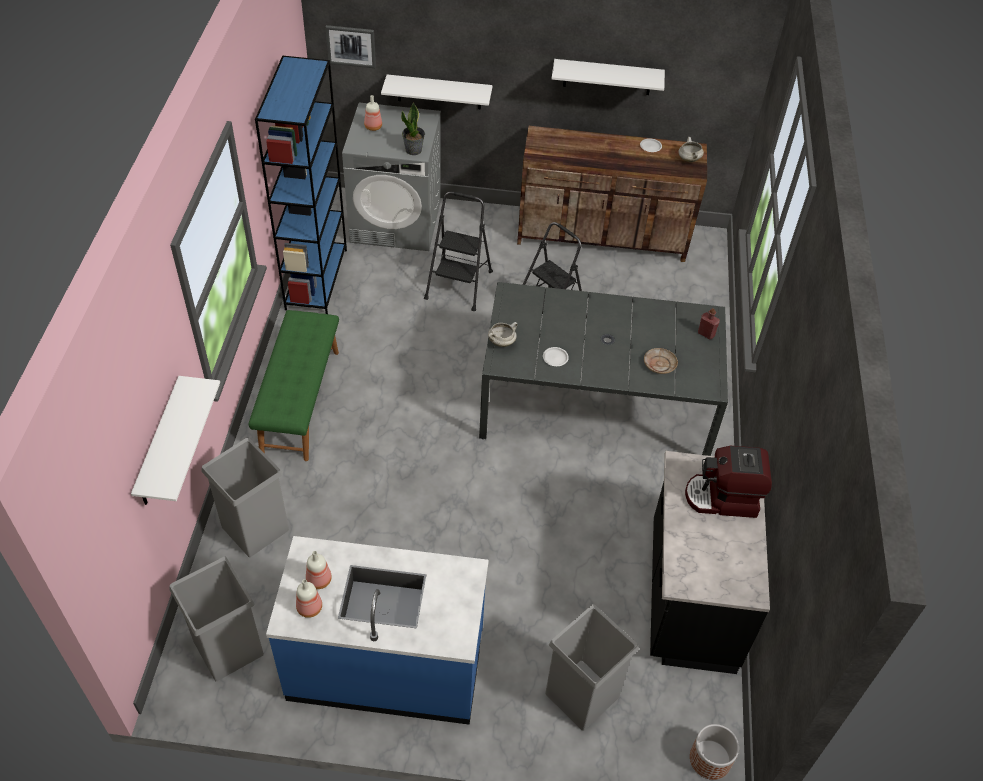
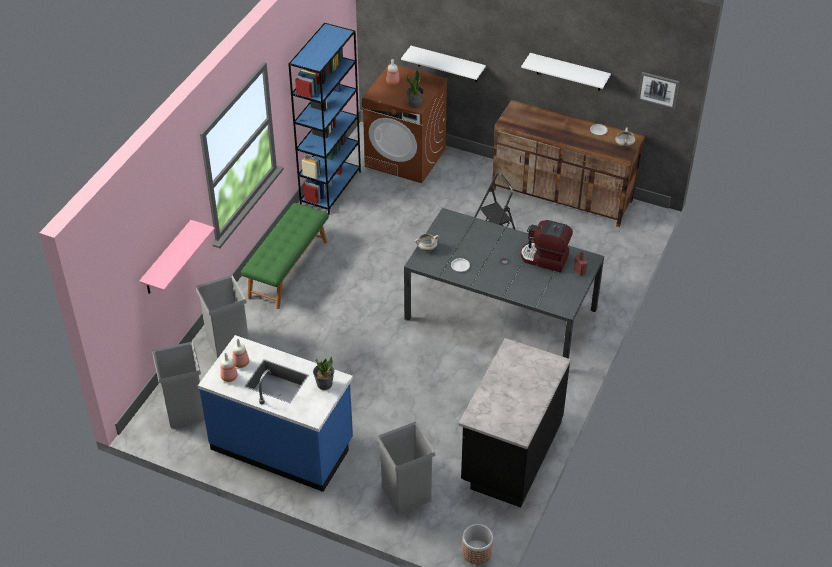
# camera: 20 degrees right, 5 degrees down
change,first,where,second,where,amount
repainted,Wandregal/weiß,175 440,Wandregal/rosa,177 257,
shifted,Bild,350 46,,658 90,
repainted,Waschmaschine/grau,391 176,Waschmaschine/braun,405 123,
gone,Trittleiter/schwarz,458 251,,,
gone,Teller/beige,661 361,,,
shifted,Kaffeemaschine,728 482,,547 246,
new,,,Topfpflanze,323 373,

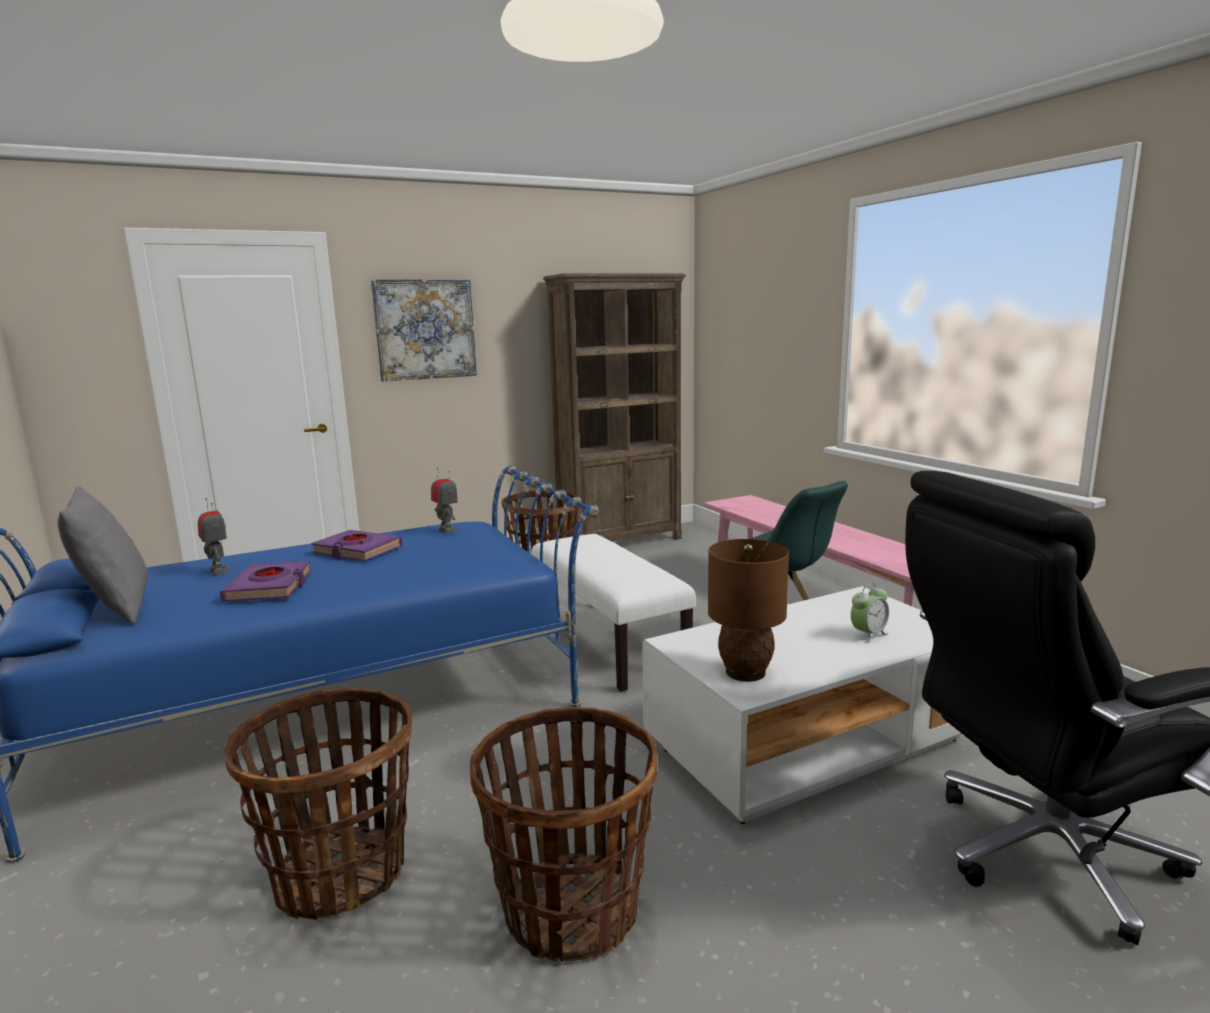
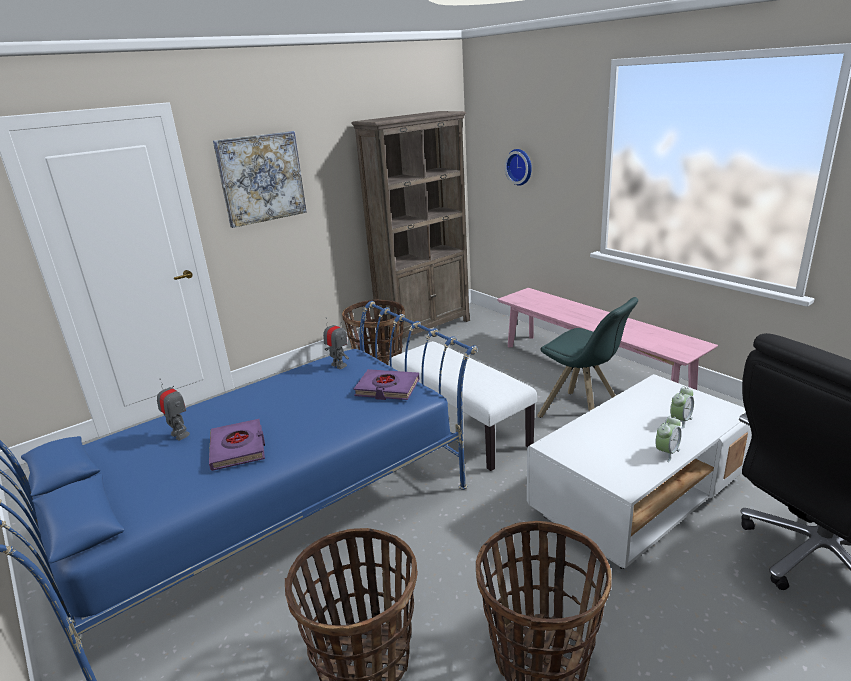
# camera: 10 degrees left, 10 degrees up
change,first,where,second,where,amount
gone,Kissen/grau,102 555,,,
shifted,Buch/lila,357 545,,387 384,
gone,Tischlampe/braun,748 610,,,
new,,,Wanduhr,518 167,
new,,,Wecker,668 439,

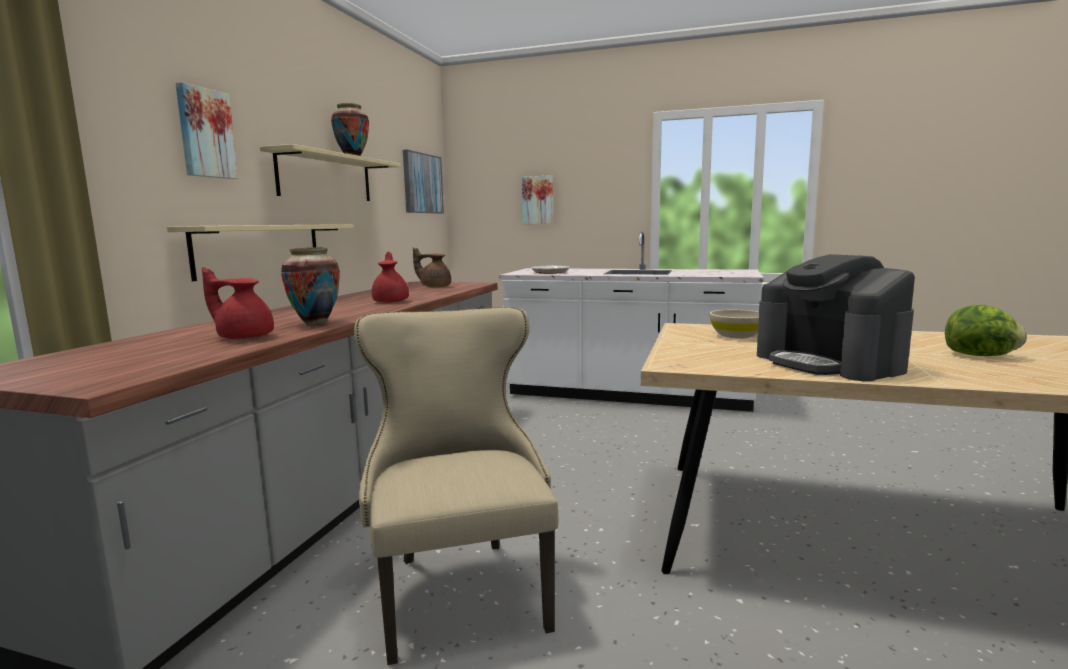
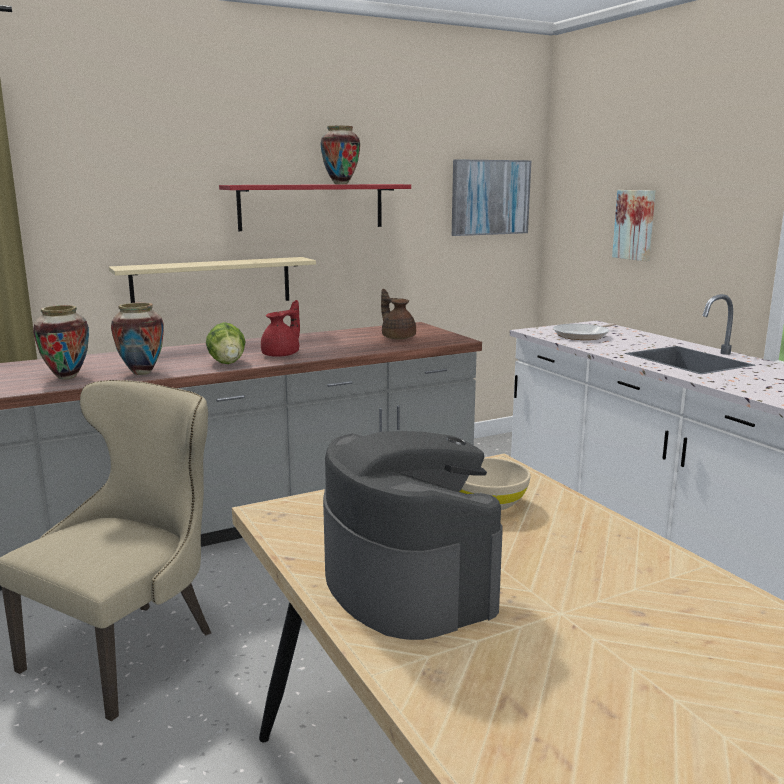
# camera: 45 degrees right, 5 degrees up
change,first,where,second,where,amount
gone,Bild,206 130,,,
swapped,Teekanne/rot,238 303,Vase,61 342,
repainted,Wandregal/beige,330 172,Wandregal/rot,315 207,
rotated,Kaffeemaschine,836 317,,413 535,135 degrees clockwise
shifted,Salatkopf,986 330,,226 343,

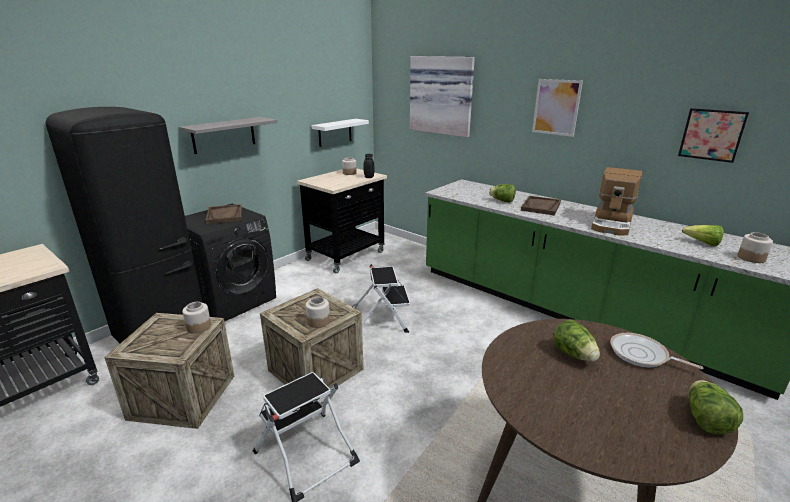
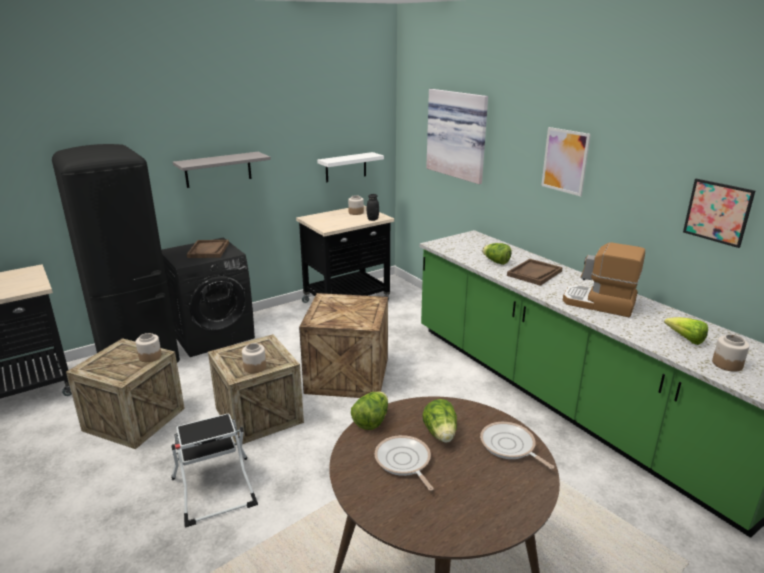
# camera: 15 degrees right, 0 degrees up
change,first,where,second,where,amount
swapped,Trittleiter,381 298,Kiste,343 345,
rotated,Kaffeemaschine,616 201,,604 280,75 degrees clockwise
shifted,Salatkopf,716 407,,369 410,
new,,,Pfanne,404 463,

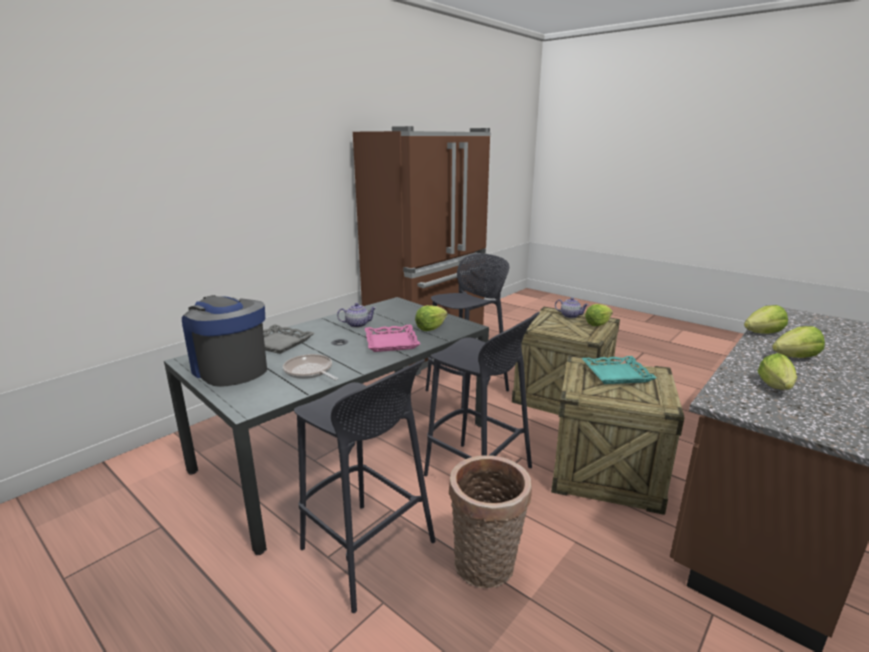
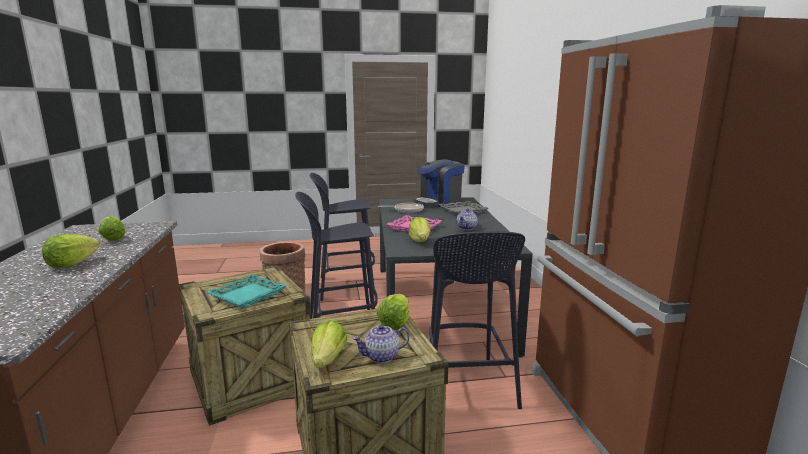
# camera: 130 degrees right, 5 degrees down
change,first,where,second,where,amount
rotated,Kaffeemaschine,224 341,,439 183,150 degrees clockwise
shifted,Salatkopf,766 319,,393 312,

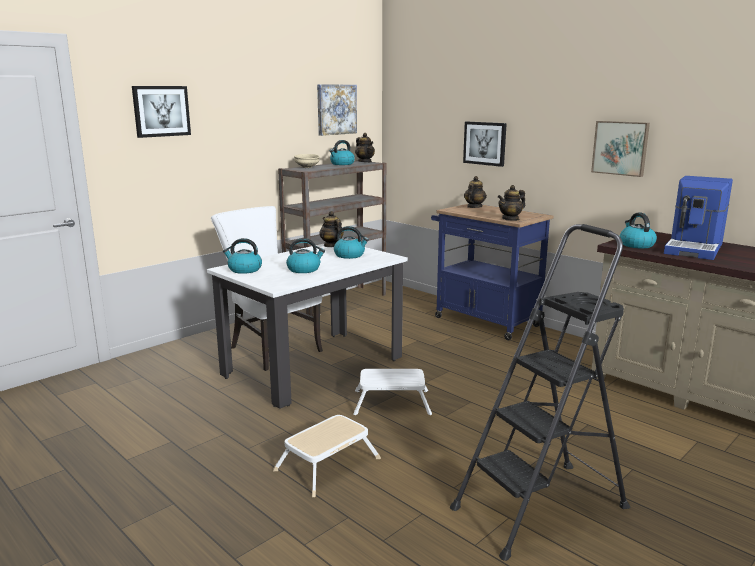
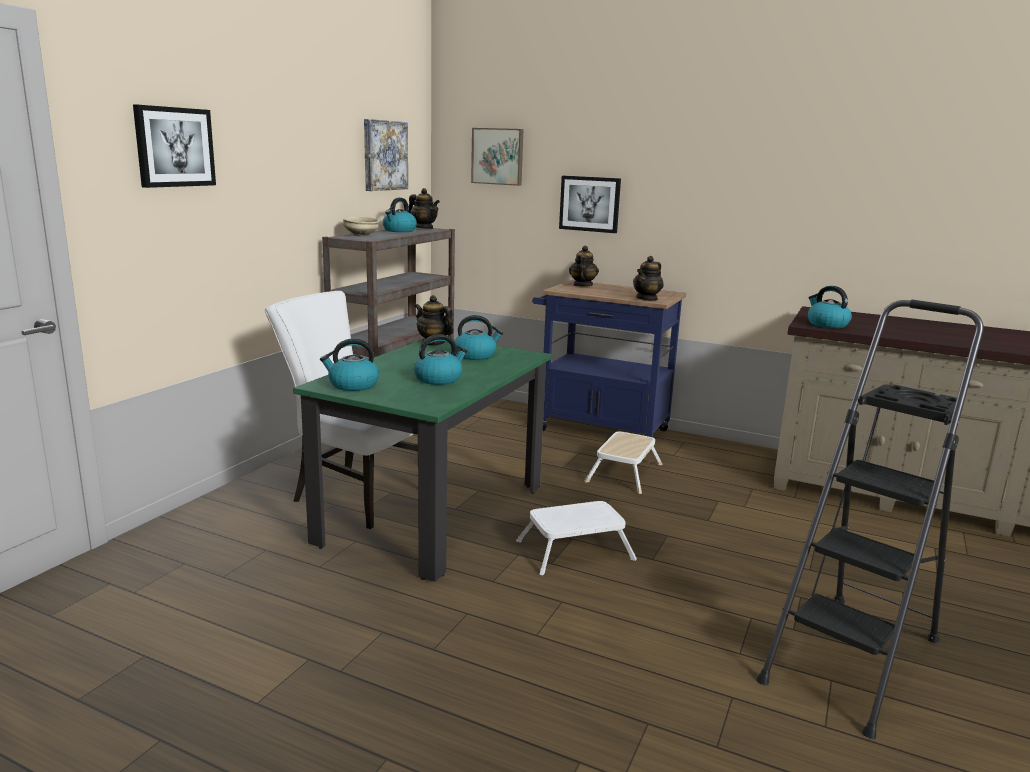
# camera: 20 degrees left, 0 degrees up
change,first,where,second,where,amount
repainted,Esstisch/weiß,307 326,Esstisch/grün,422 460,
shifted,Trittleiter/beige,327 456,,624 463,
shifted,Bild,620 149,,497 157,
gone,Kaffeemaschine,698 218,,,

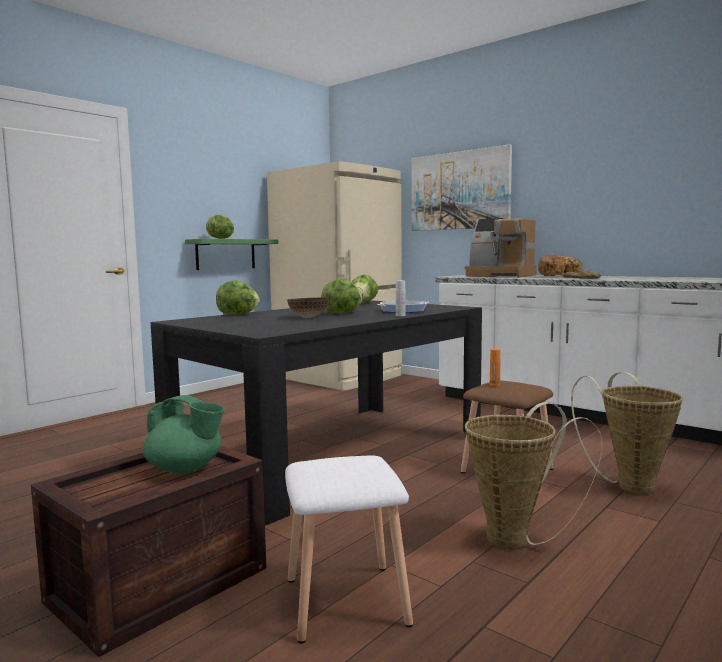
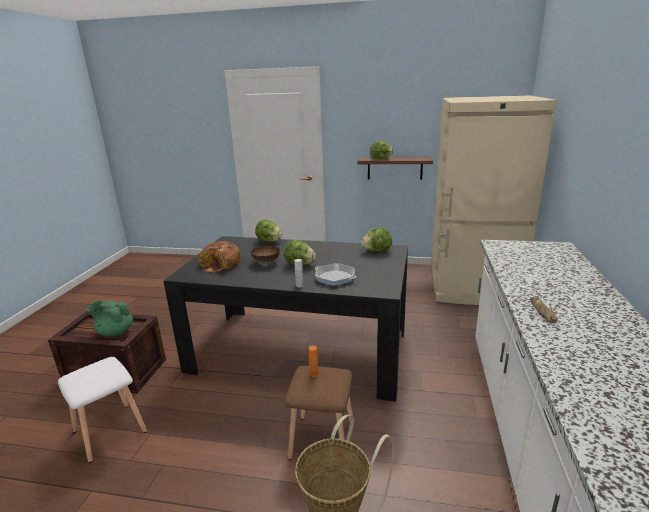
# camera: 60 degrees right, 15 degrees up
change,first,where,second,where,amount
rotated,Teekanne/grün,184 434,,110 319,105 degrees clockwise
repainted,Wandregal/grün,231 254,Wandregal/braun,395 168,
gone,Bild,461 187,,,
gone,Kaffeemaschine,501 248,,,
gone,Korb,533 476,,,
shifted,Brot,563 265,,220 257,

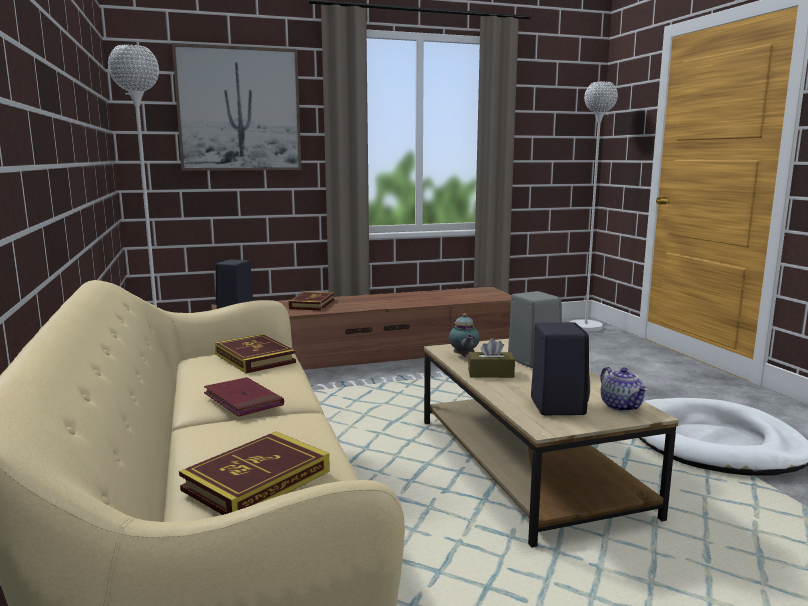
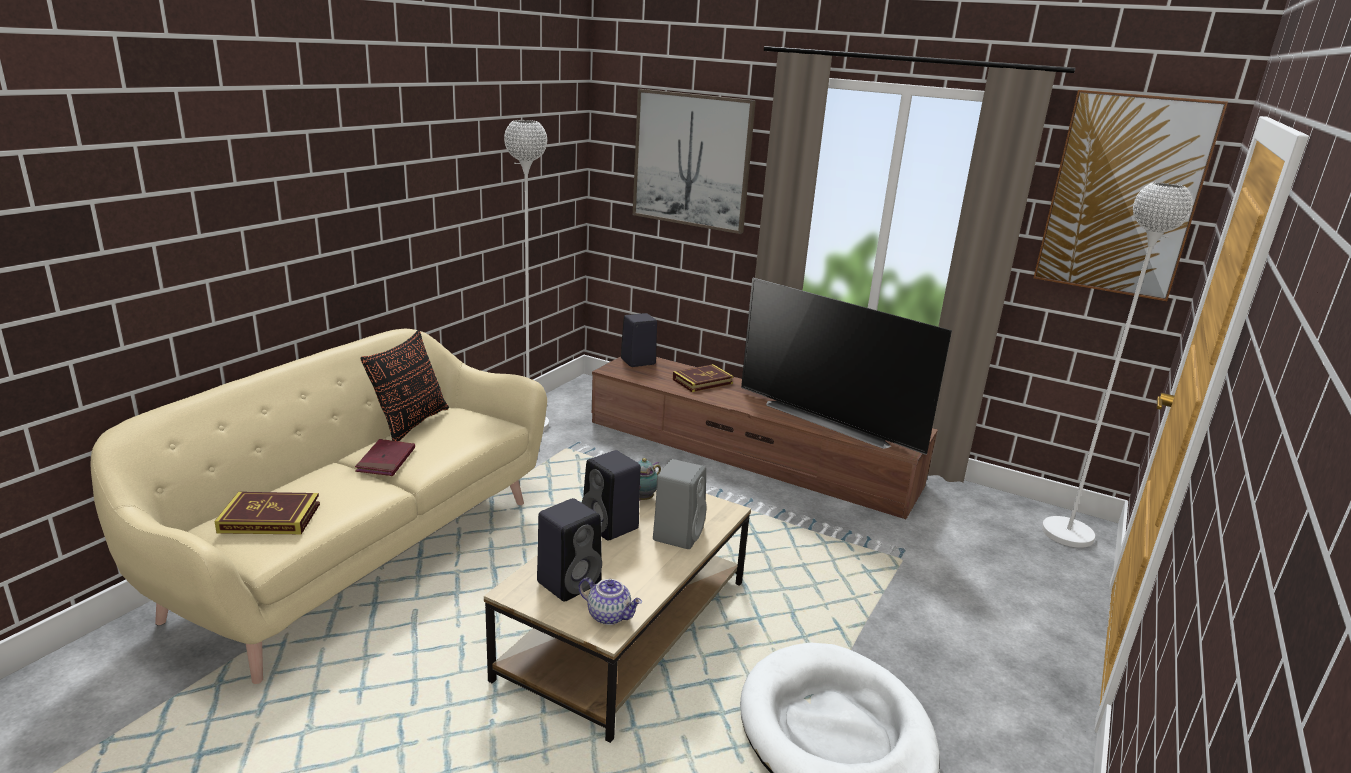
# camera: 45 degrees right, 10 degrees up
change,first,where,second,where,amount
gone,Buch,255 354,,,
swapped,Taschentuchbox/braun,491 358,Lautsprecher/schwarz,611 495,
rotated,Teekanne,624 389,,610 601,90 degrees counterclockwise
new,,,Kissen/schwarz,404 385,
new,,,Fernseher,846 366,
new,,,Bild,1131 195,

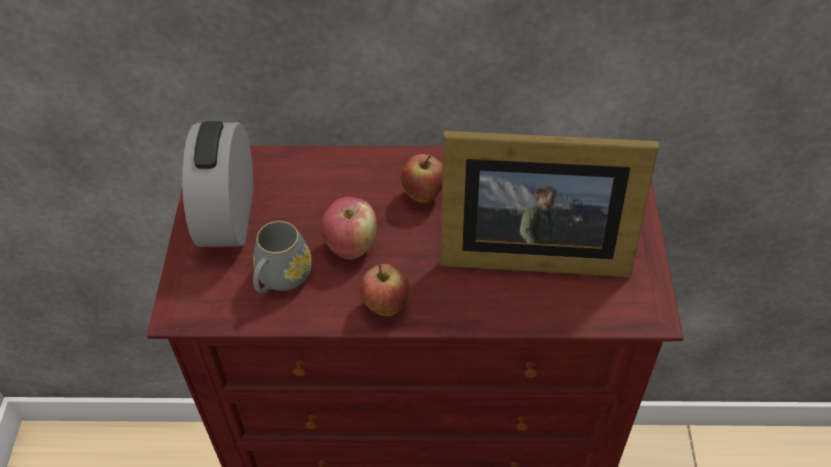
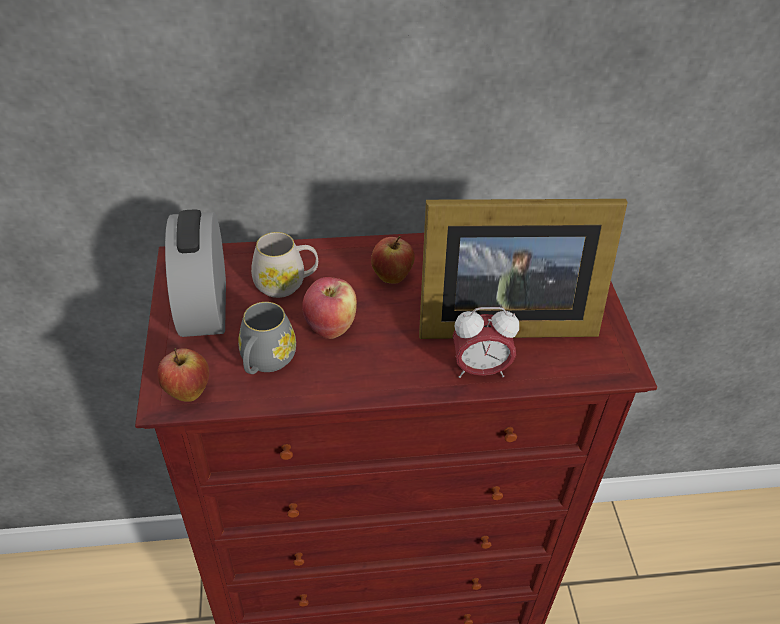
# camera: 10 degrees left, 5 degrees down
change,first,where,second,where,amount
shifted,Apfel,385 290,,183 375,
new,,,Henkelbecher/weiß,284 265,
new,,,Wecker,486 342,

